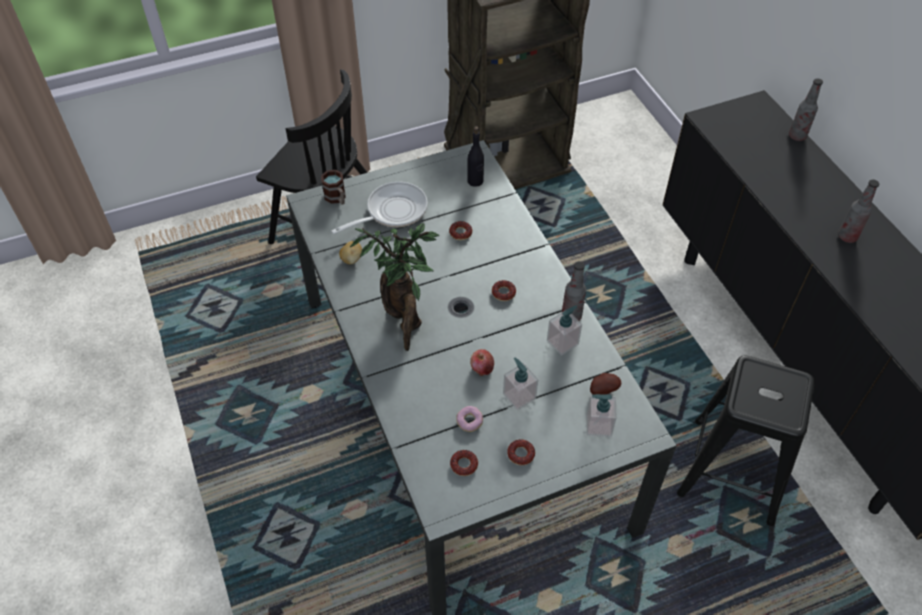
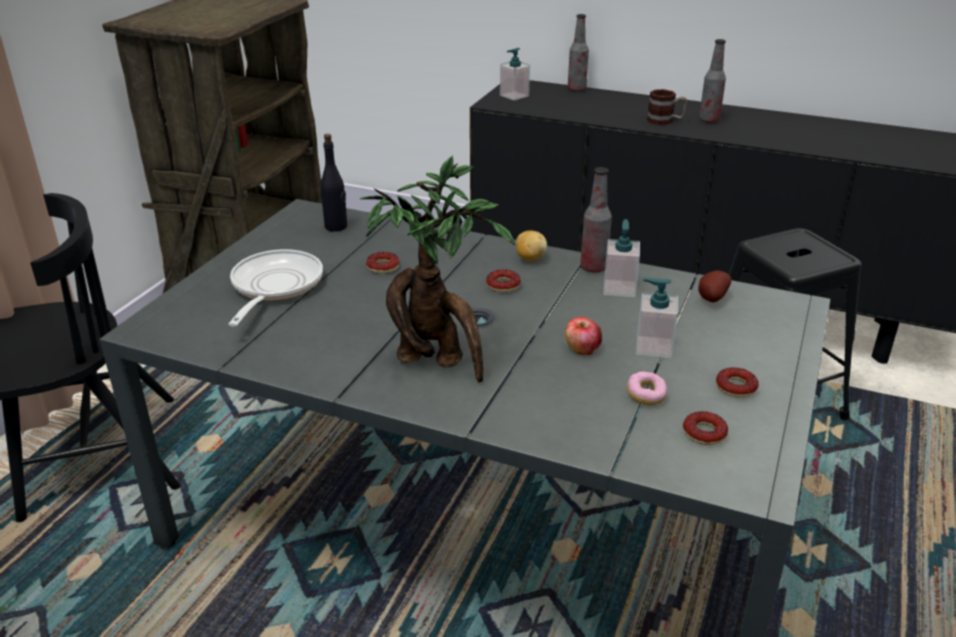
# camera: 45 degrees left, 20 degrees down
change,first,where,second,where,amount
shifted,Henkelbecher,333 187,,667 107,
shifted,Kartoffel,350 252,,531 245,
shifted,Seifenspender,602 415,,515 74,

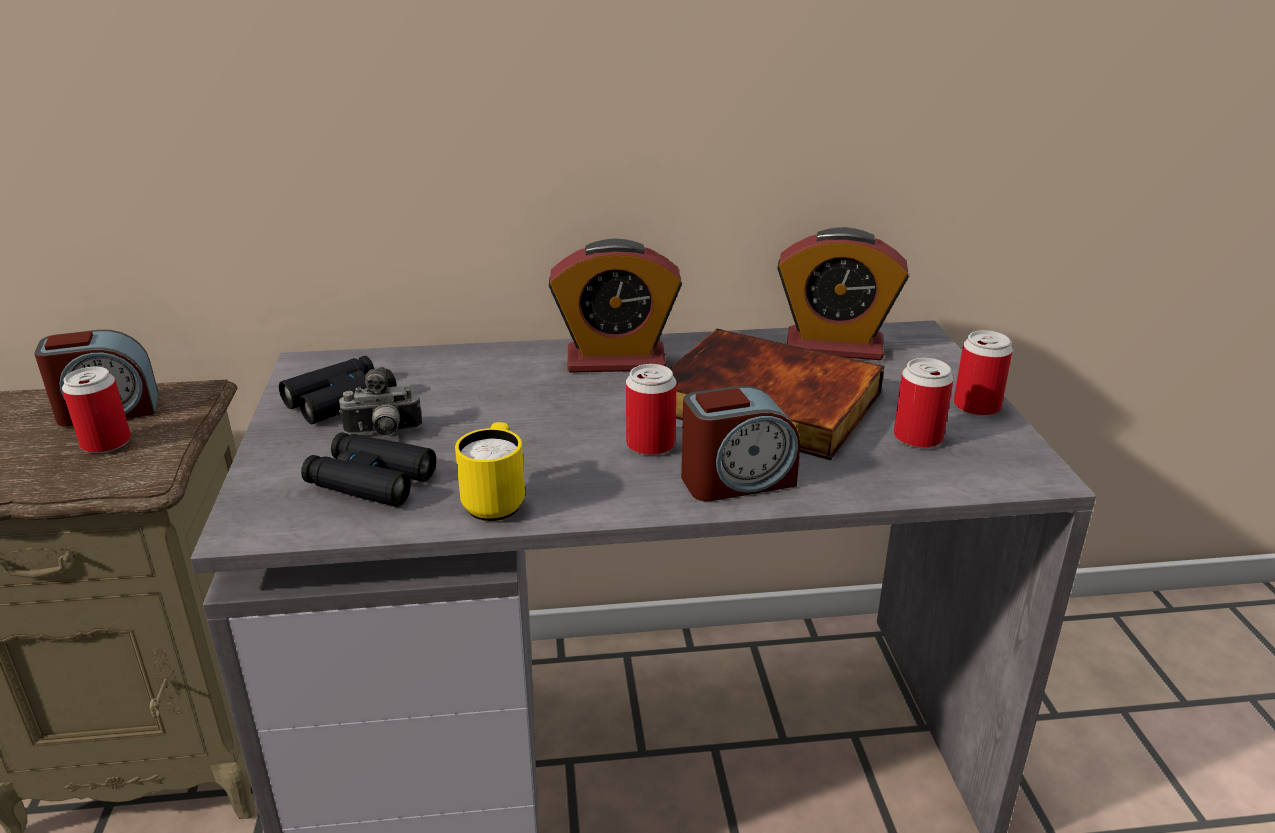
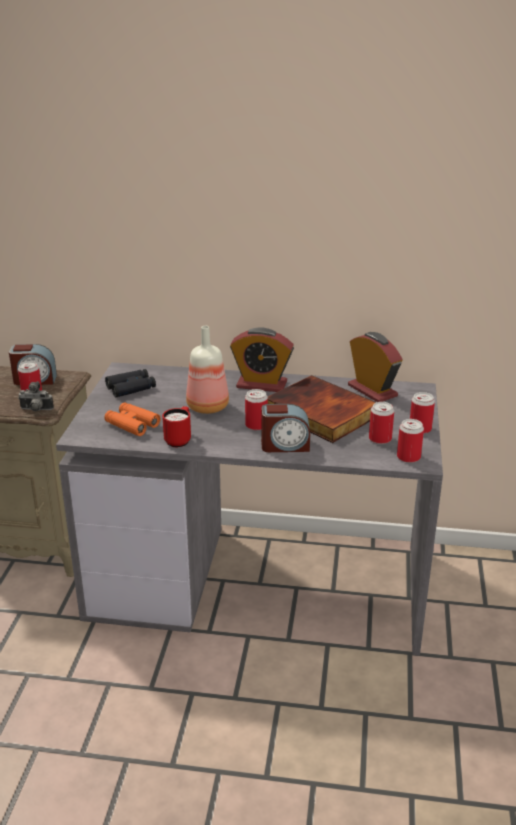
# camera: 15 degrees right, 0 degrees up
change,first,where,second,where,amount
repainted,Fernglas/schwarz,368 470,Fernglas/orange,132 419,
shifted,Kamera,380 401,,36 396,
repainted,Henkelbecher/gelb,490 471,Henkelbecher/rot,176 426,
rotated,Wecker,843 293,,375 367,150 degrees counterclockwise
new,,,Flasche,207 370,
new,,,Dose,410 441,

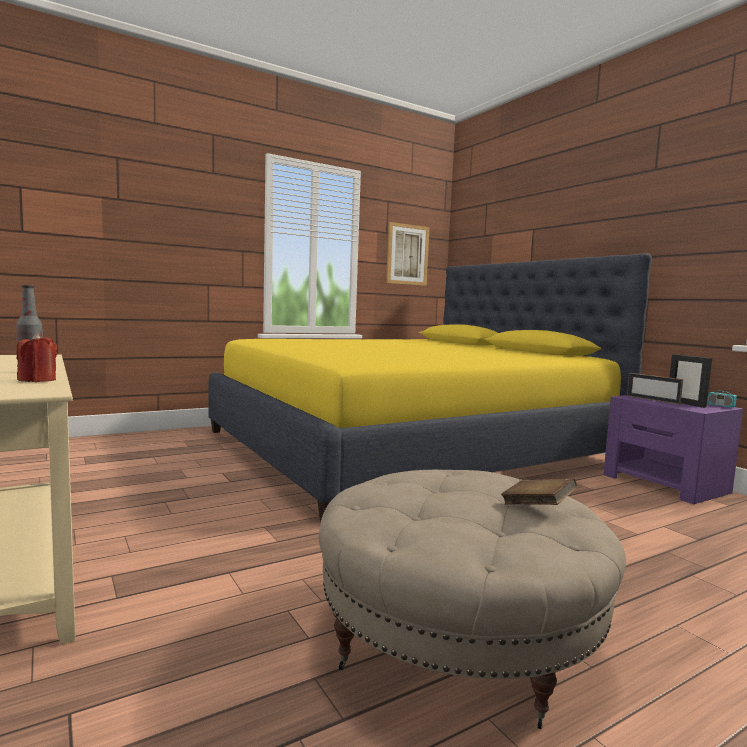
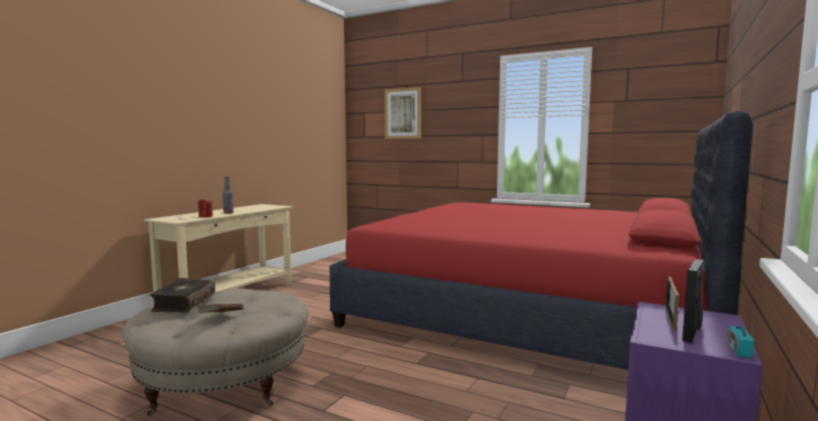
# camera: 60 degrees right, 0 degrees up
change,first,where,second,where,amount
repainted,Bett/gelb,430 387,Bett/rot,541 240,
shifted,Bild,408 254,,403 113,
new,,,Buch,182 295,

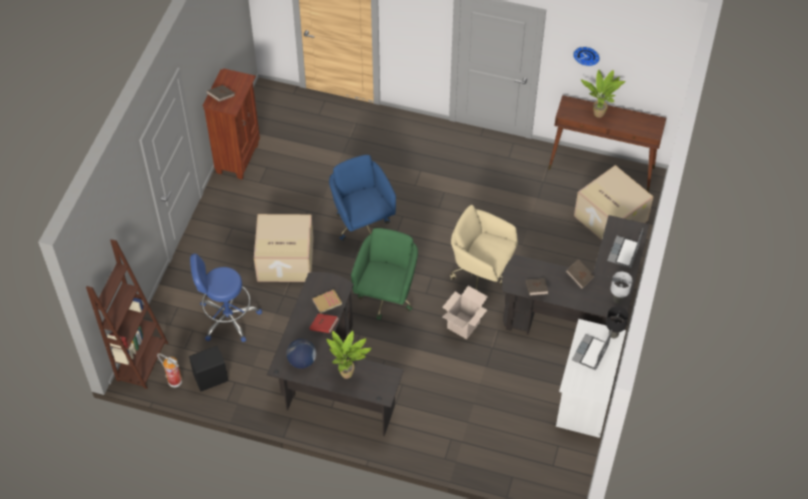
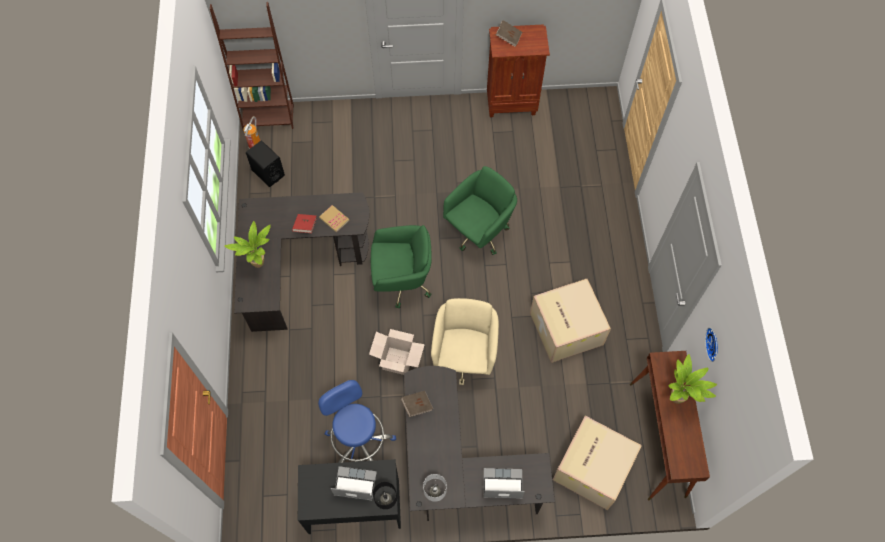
# camera: 70 degrees right, 10 degrees up
change,first,where,second,where,amount
shifted,Hocker/blau,226 298,,357 421,
shifted,Karton,284 248,,570 321,
gone,Globus,301 354,,,
repainted,Bürostuhl/blau,362 198,Bürostuhl/grün,480 210,
repainted,Schreibtisch/weiß,591 378,Schreibtisch/schwarz,349 496,
gone,Buch/braun,580 274,,,

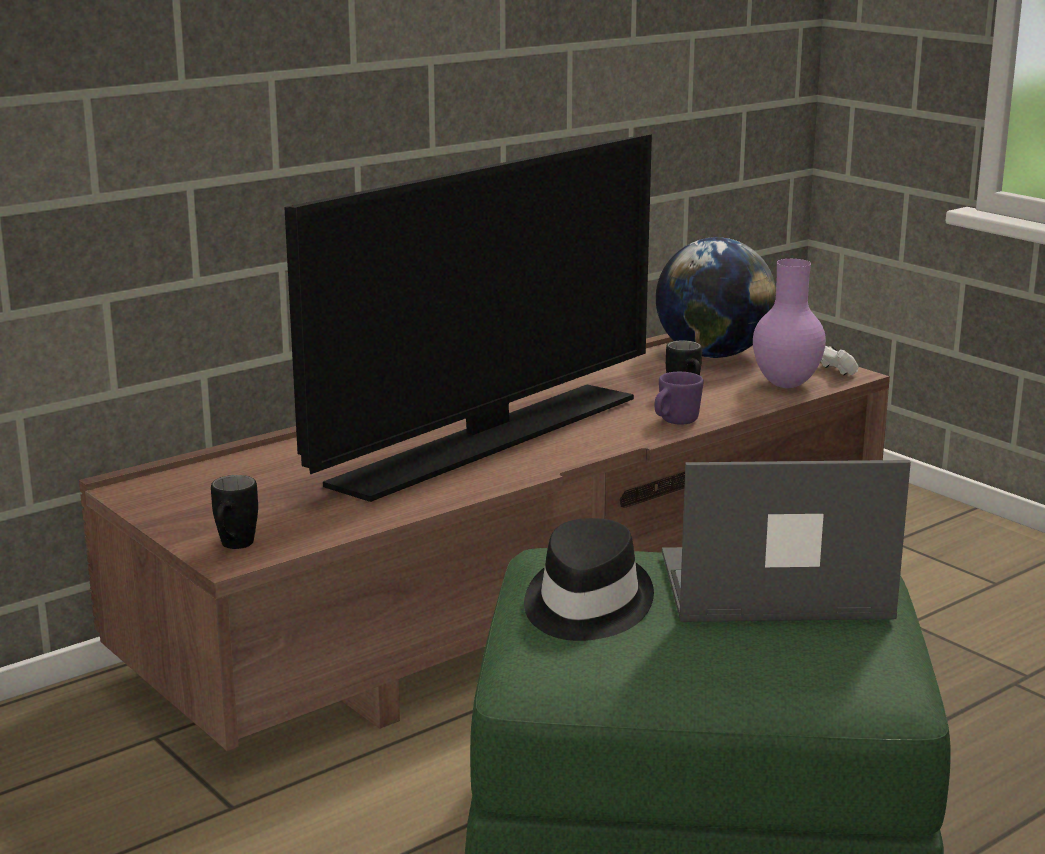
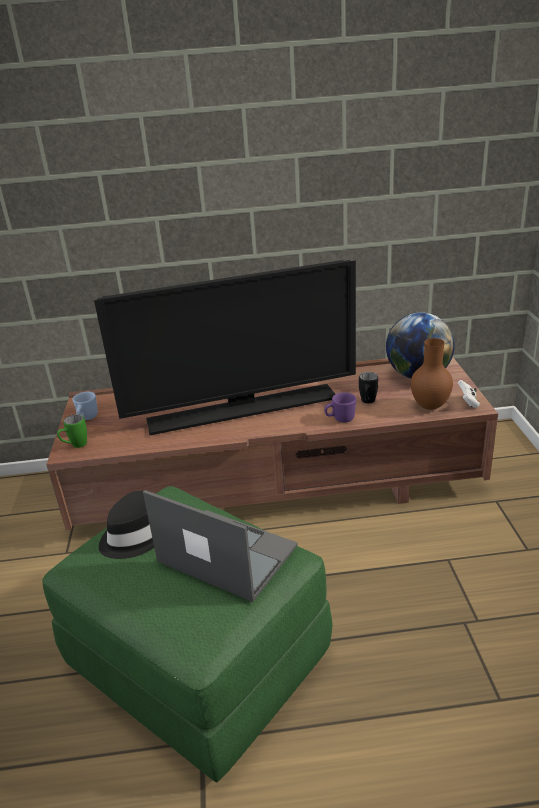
# camera: 35 degrees right, 10 degrees up
change,first,where,second,where,amount
repainted,Henkelbecher/schwarz,234 512,Henkelbecher/grün,72 431,
repainted,Vase/lila,789 323,Vase/braun,432 374,
new,,,Henkelbecher/blau,85 406,

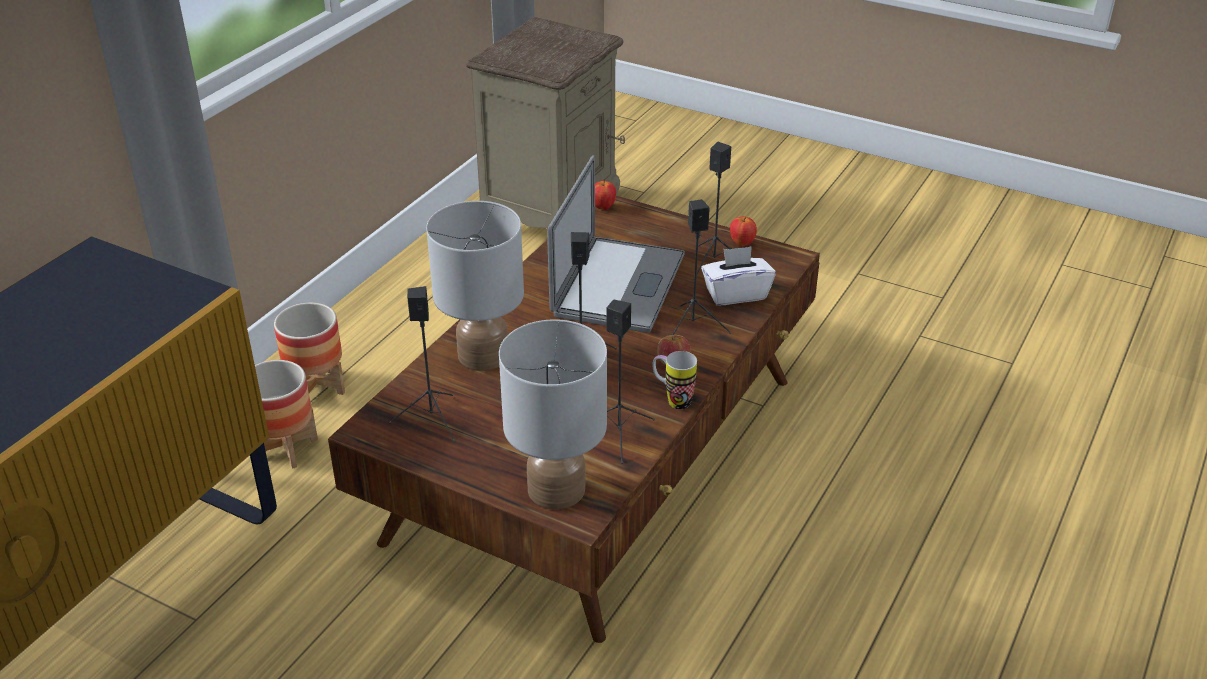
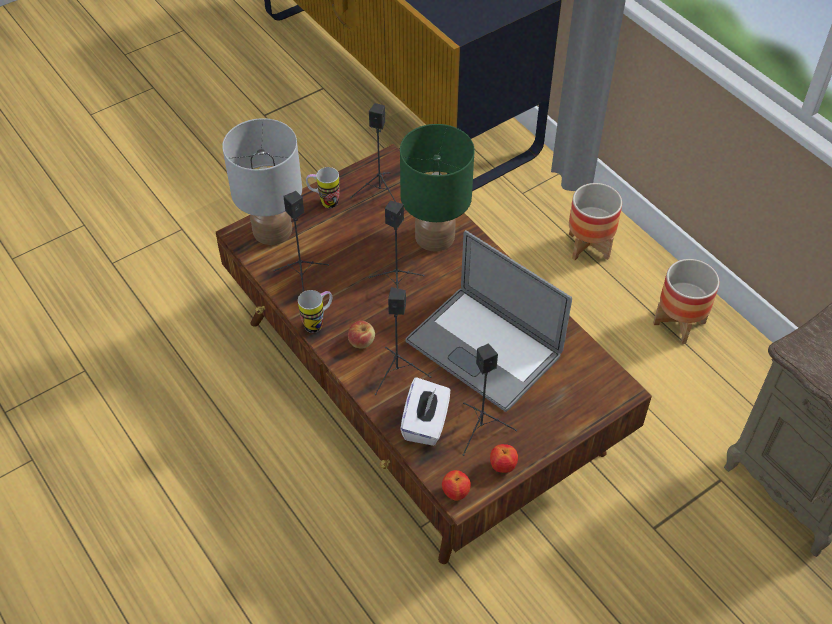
# camera: 115 degrees right, 15 degrees up
change,first,where,second,where,amount
shifted,Pflanzkübel,286 414,,686 301,
repainted,Tischlampe/grau,475 286,Tischlampe/grün,437 187,
shifted,Apfel,605 195,,456 485,
new,,,Henkelbecher,323 187,

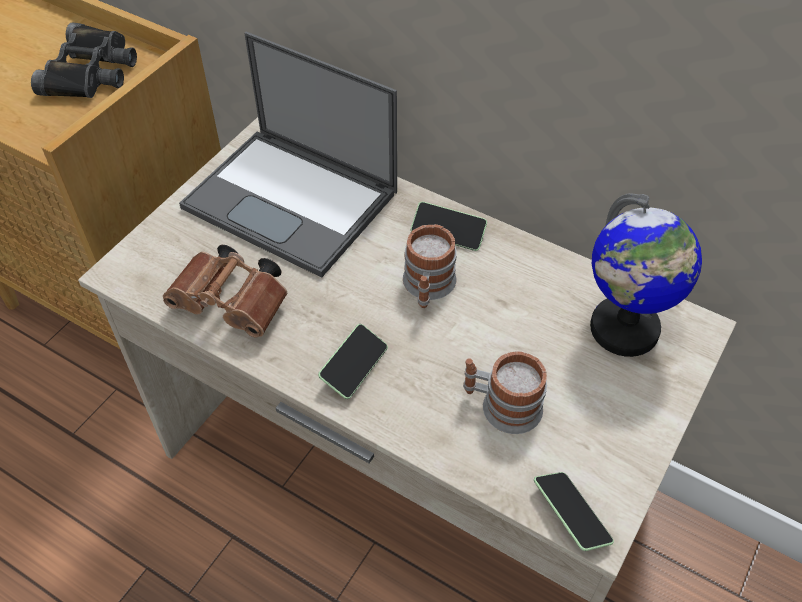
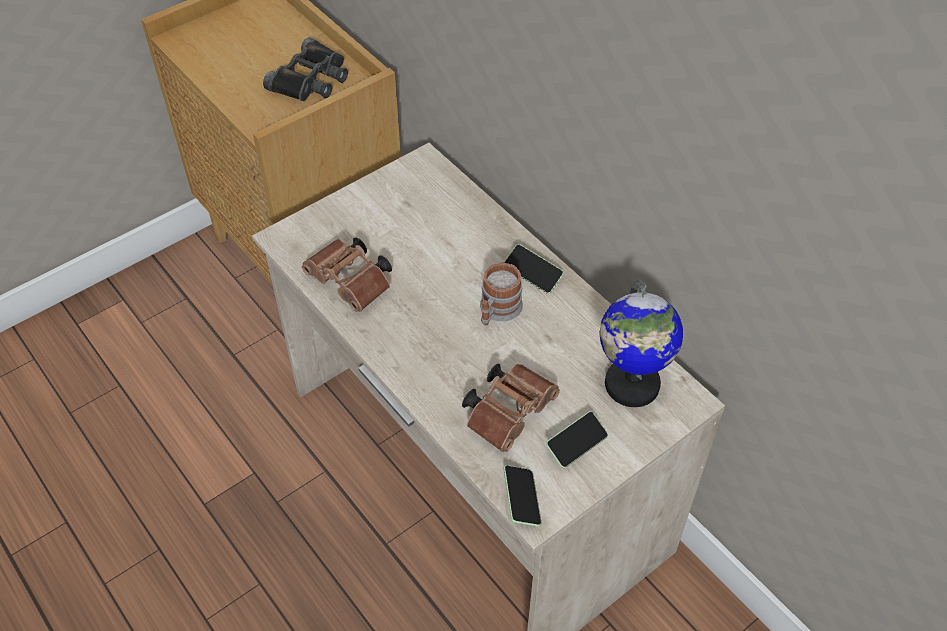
# camera: 20 degrees right, 0 degrees up
change,first,where,second,where,amount
gone,Laptop,288 155,,,
shifted,Handy,353 361,,577 439,
swapped,Henkelbecher,505 392,Fernglas/braun,511 407,

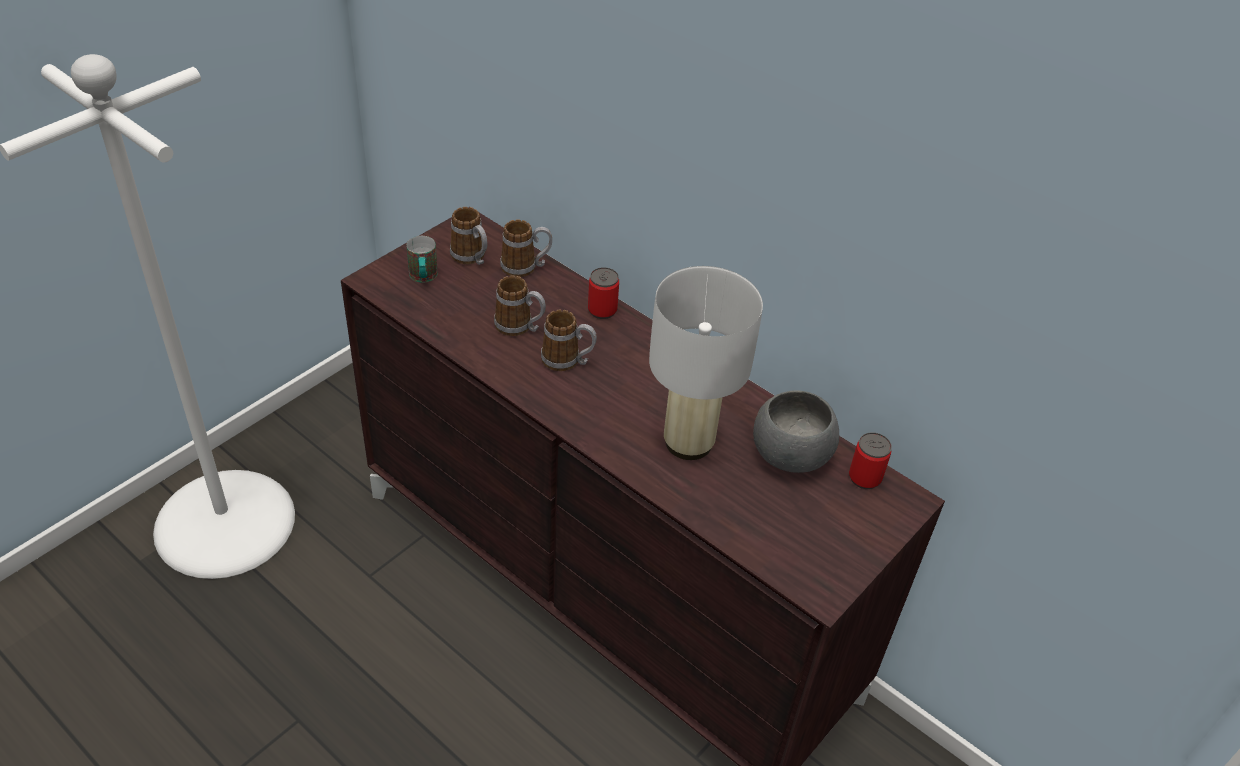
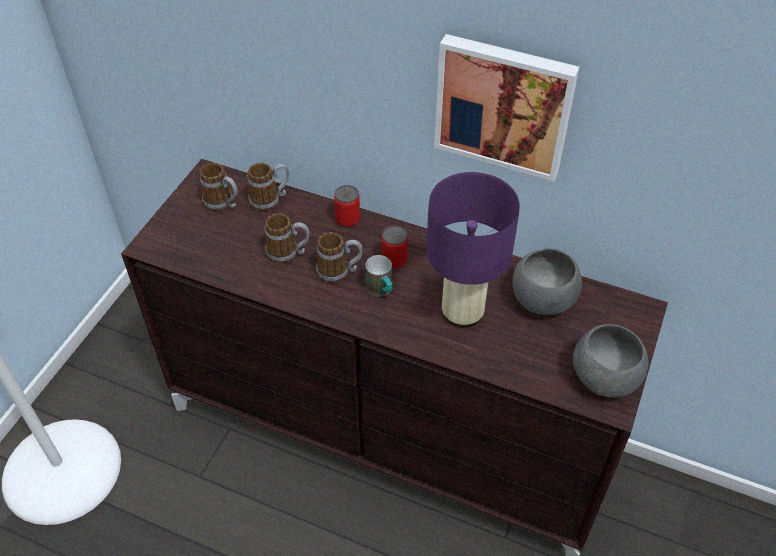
# camera: 15 degrees left, 5 degrees up
change,first,where,second,where,amount
shifted,Henkelbecher,422 259,,378 276,
repainted,Tischlampe/weiß,706 363,Tischlampe/lila,473 250,
shifted,Dose,870 460,,395 247,
new,,,Bild,506 107,
new,,,Schüssel/grau,610 361,

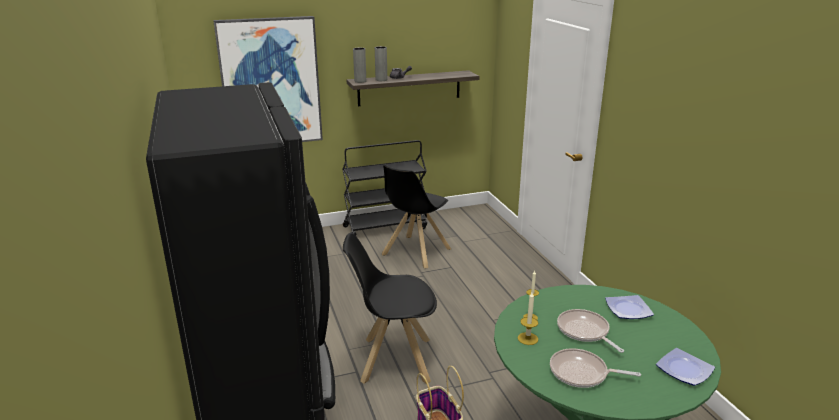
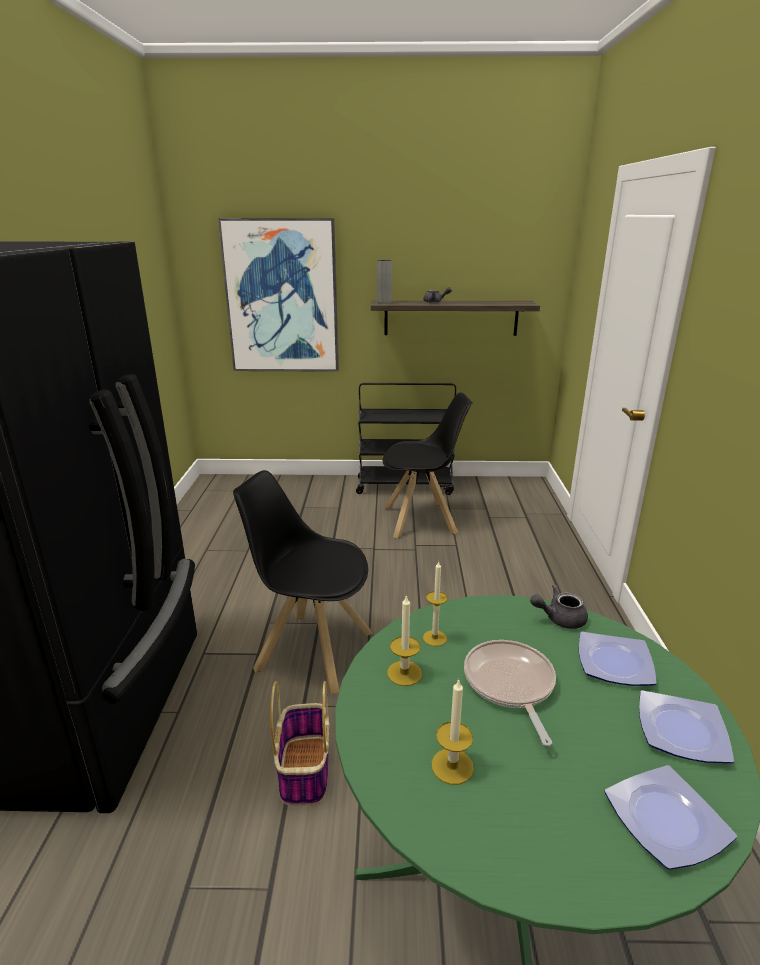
# camera: 20 degrees right, 0 degrees up
change,first,where,second,where,amount
gone,Vase/grau,381 63,,,
rotated,Stuhl/schwarz,416 217,,428 465,150 degrees counterclockwise
swapped,Pfanne,595 368,Kerze,452 732,
new,,,Teekanne/grau,559 607,
new,,,Teller,686 726,

